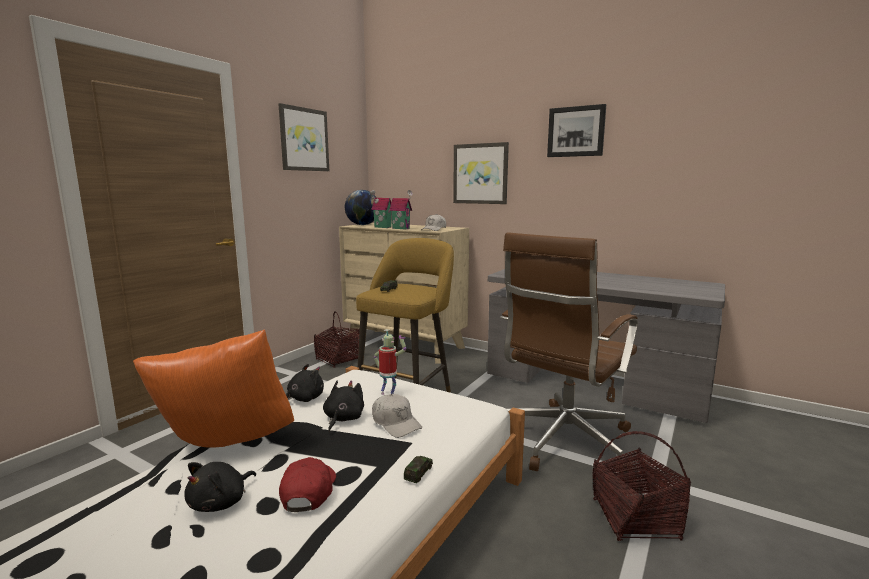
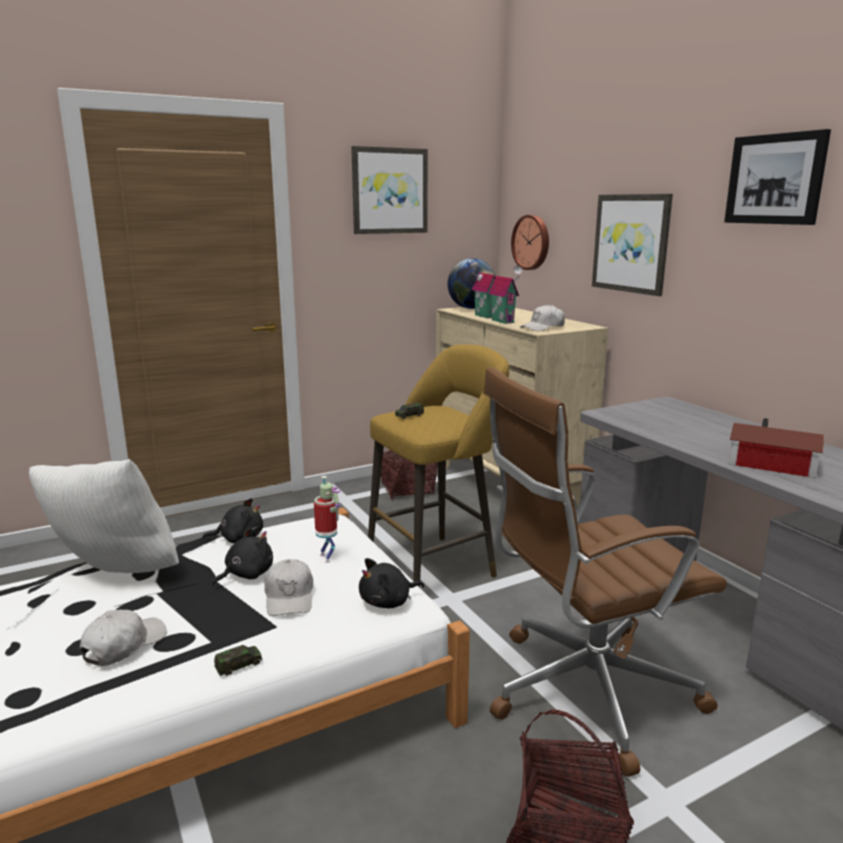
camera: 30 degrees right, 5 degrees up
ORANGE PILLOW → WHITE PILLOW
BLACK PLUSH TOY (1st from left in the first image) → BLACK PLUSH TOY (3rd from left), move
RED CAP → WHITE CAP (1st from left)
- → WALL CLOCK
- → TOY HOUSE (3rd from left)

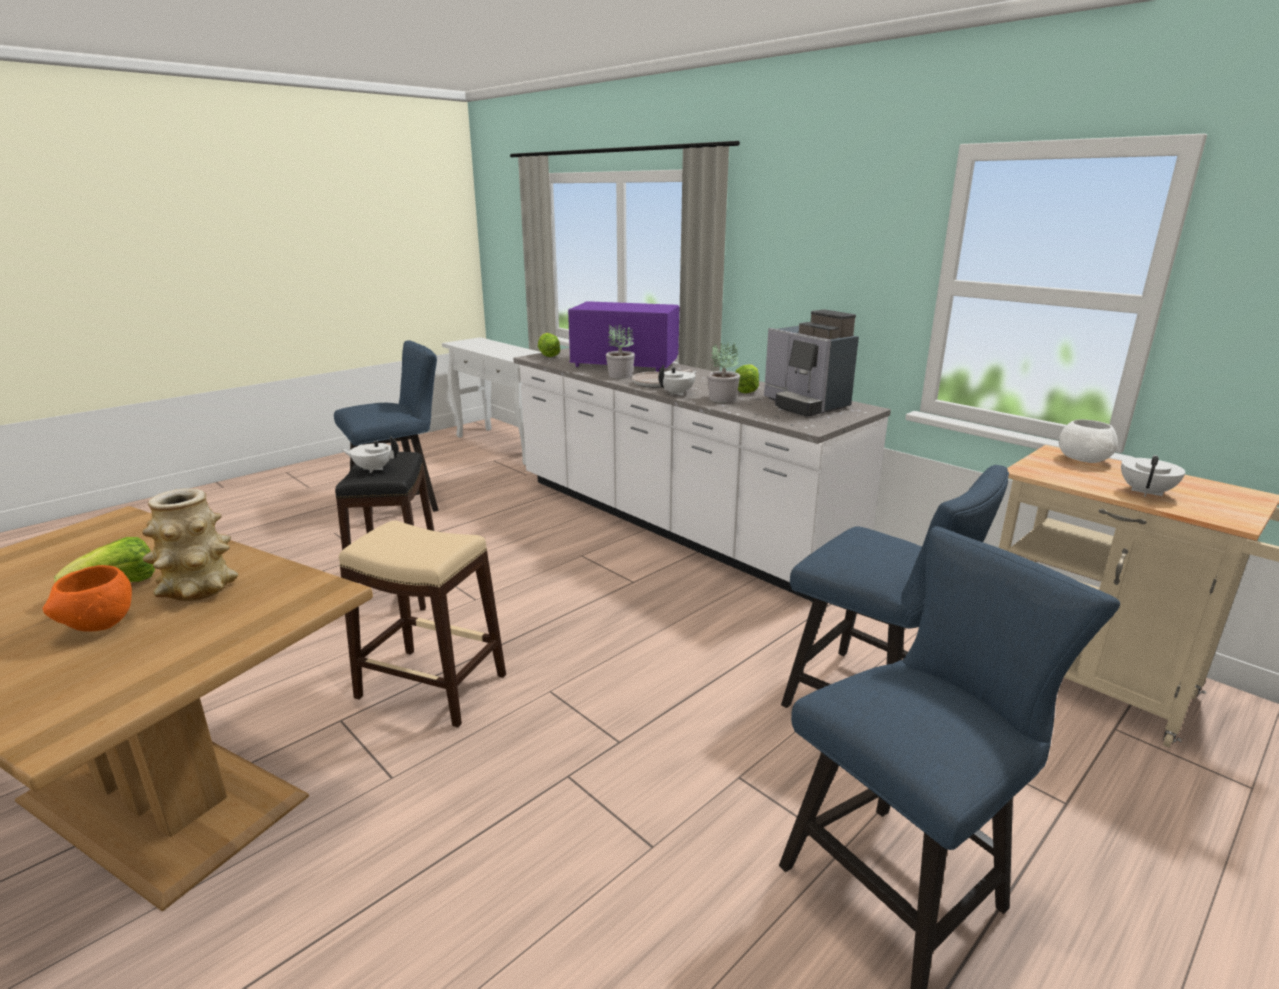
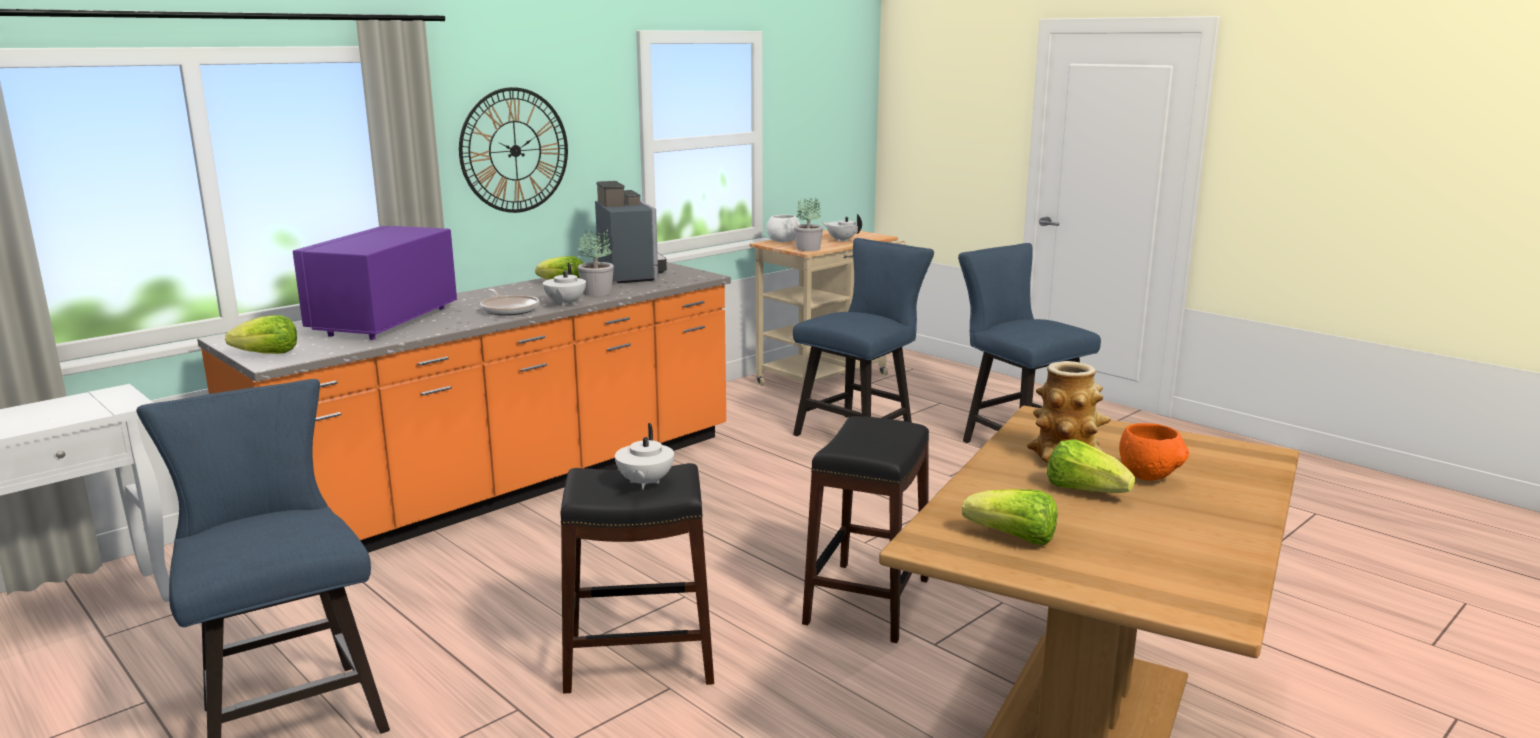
camera: 90 degrees left, 5 degrees down
BEIGE STOOL → BLACK STOOL (2nd from left)
WHITE COUNTER → ORANGE COUNTER
POTTED PLANT (1st from left in the first image) → POTTED PLANT (2nd from left), move
WHITE TEAPOT (2nd from left in the first image) → WHITE TEAPOT (1st from left), 135 degrees counterclockwise
COFFEE MACHINE, 75 degrees counterclockwise
- → WALL CLOCK
- → LETTUCE (3rd from left)

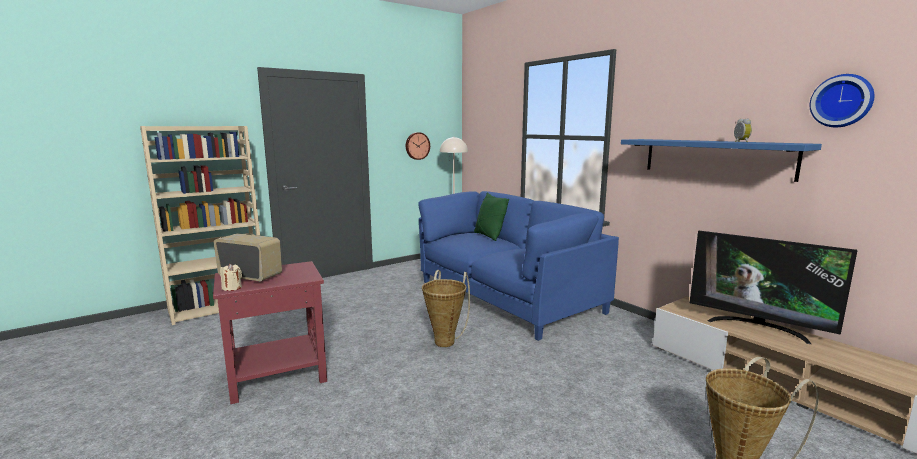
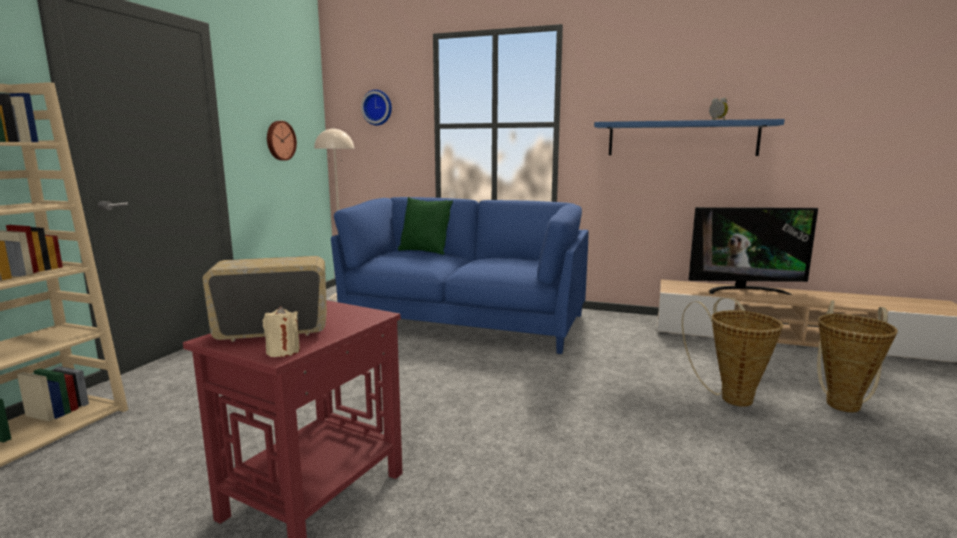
camera: 35 degrees left, 0 degrees up
BASKET (1st from left), move
WALL CLOCK (2nd from left), move

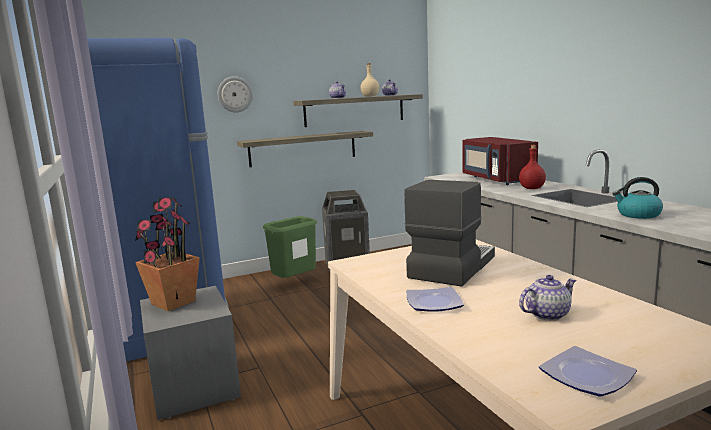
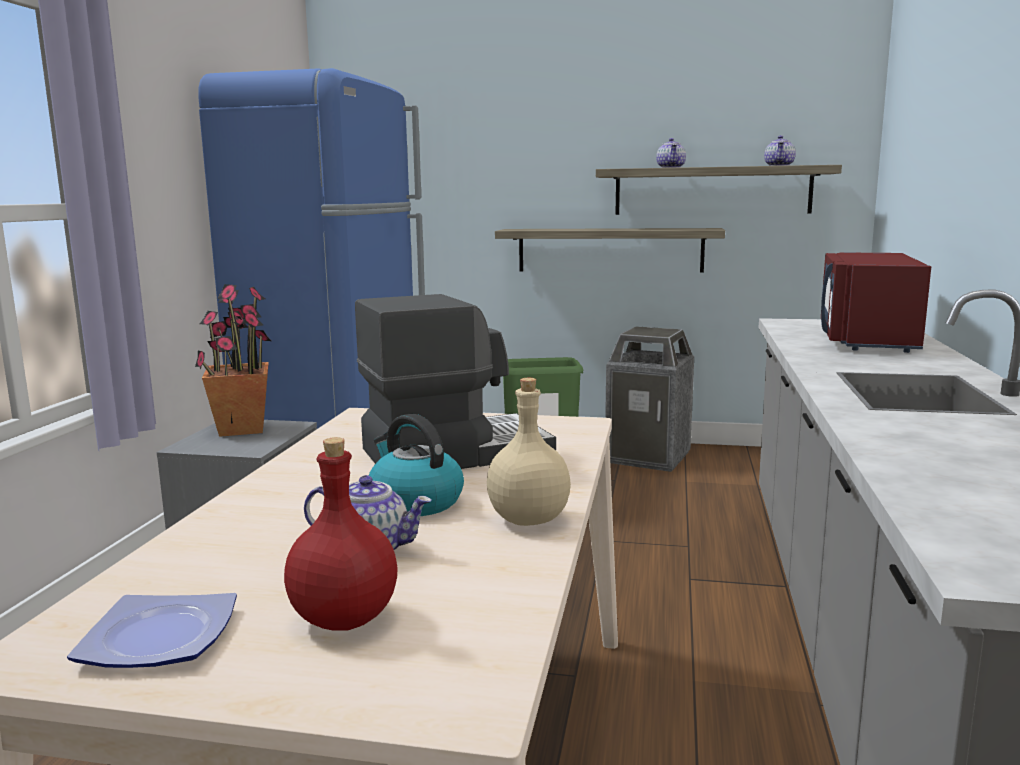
camera: 35 degrees right, 0 degrees up
WALL CLOCK → -
BEIGE BOTTLE, move
PLATE (1st from left) → -
RED BOTTLE, move
KETTLE, move

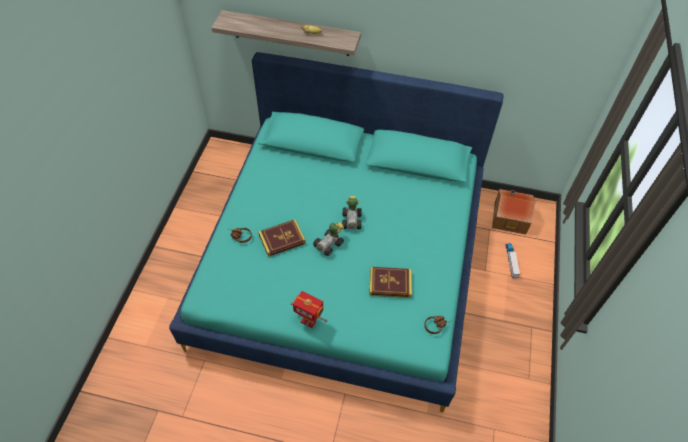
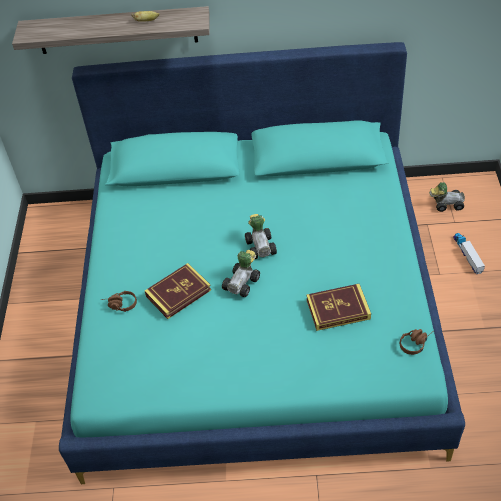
camera: 10 degrees left, 5 degrees down
TOY ROBOT → -
TOY HOUSE → TOY CAR (3rd from left)

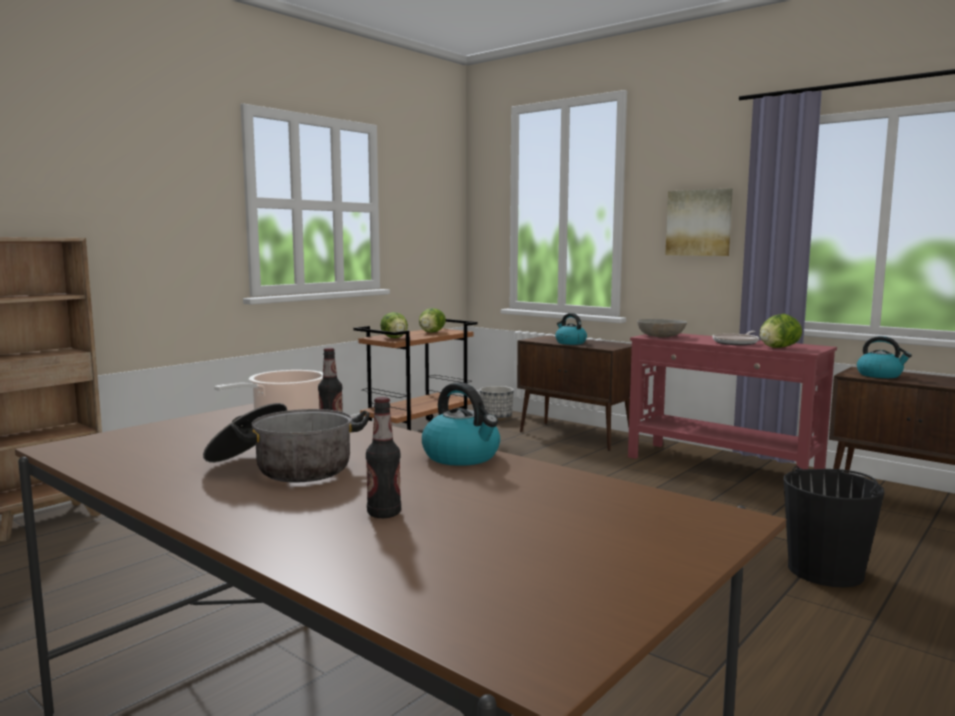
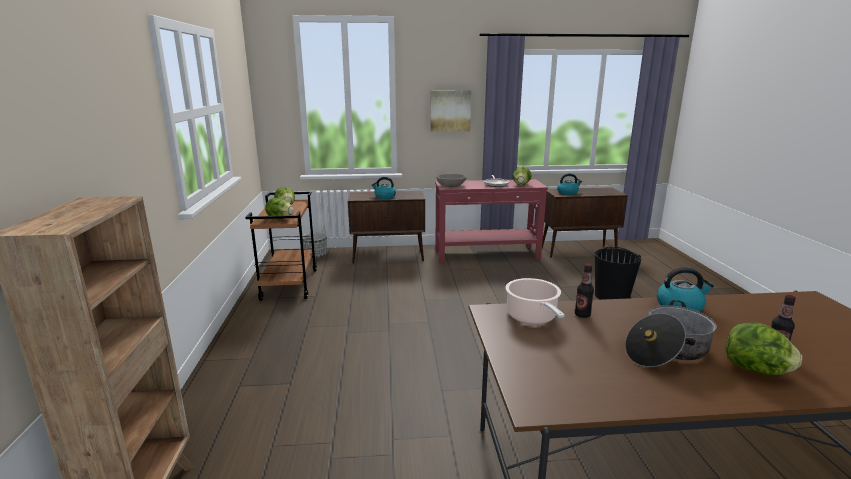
camera: 45 degrees left, 10 degrees up
- → LETTUCE (4th from left)

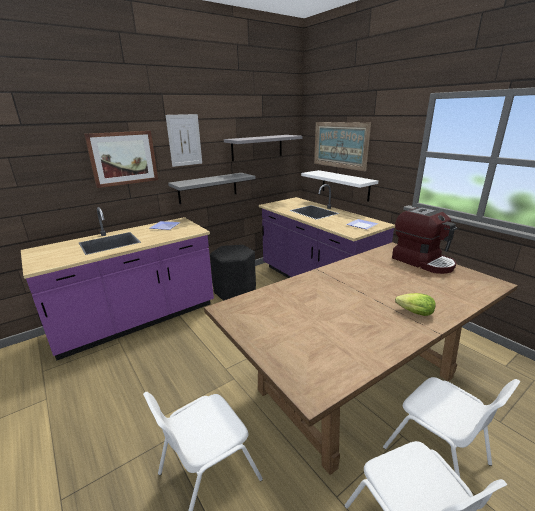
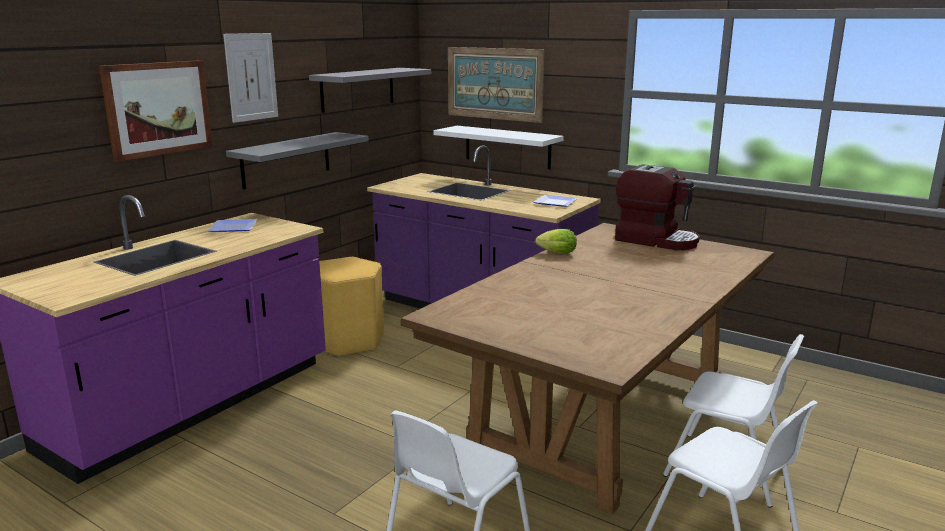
camera: 20 degrees left, 5 degrees down
BLACK STOOL → YELLOW STOOL
LETTUCE, move

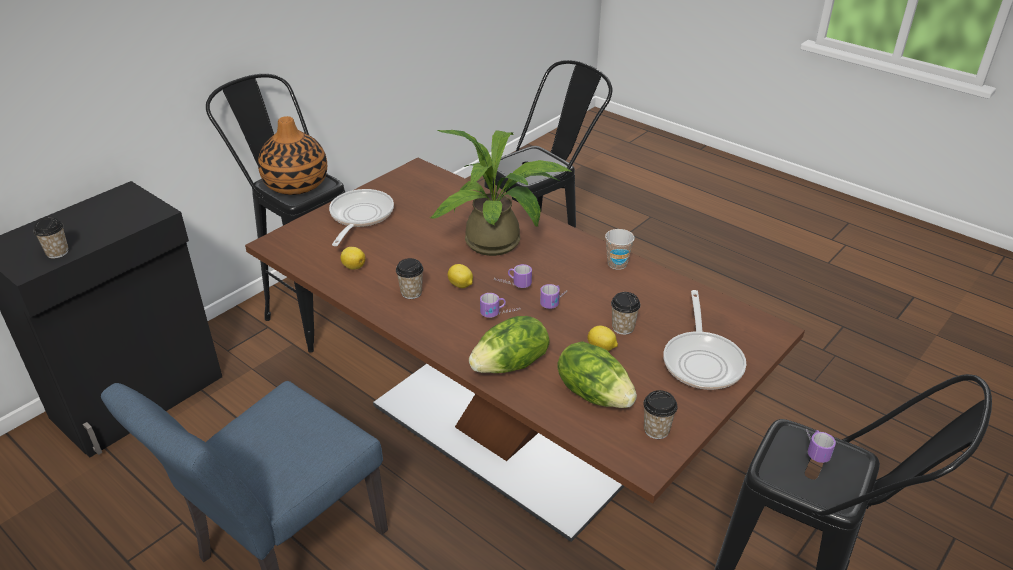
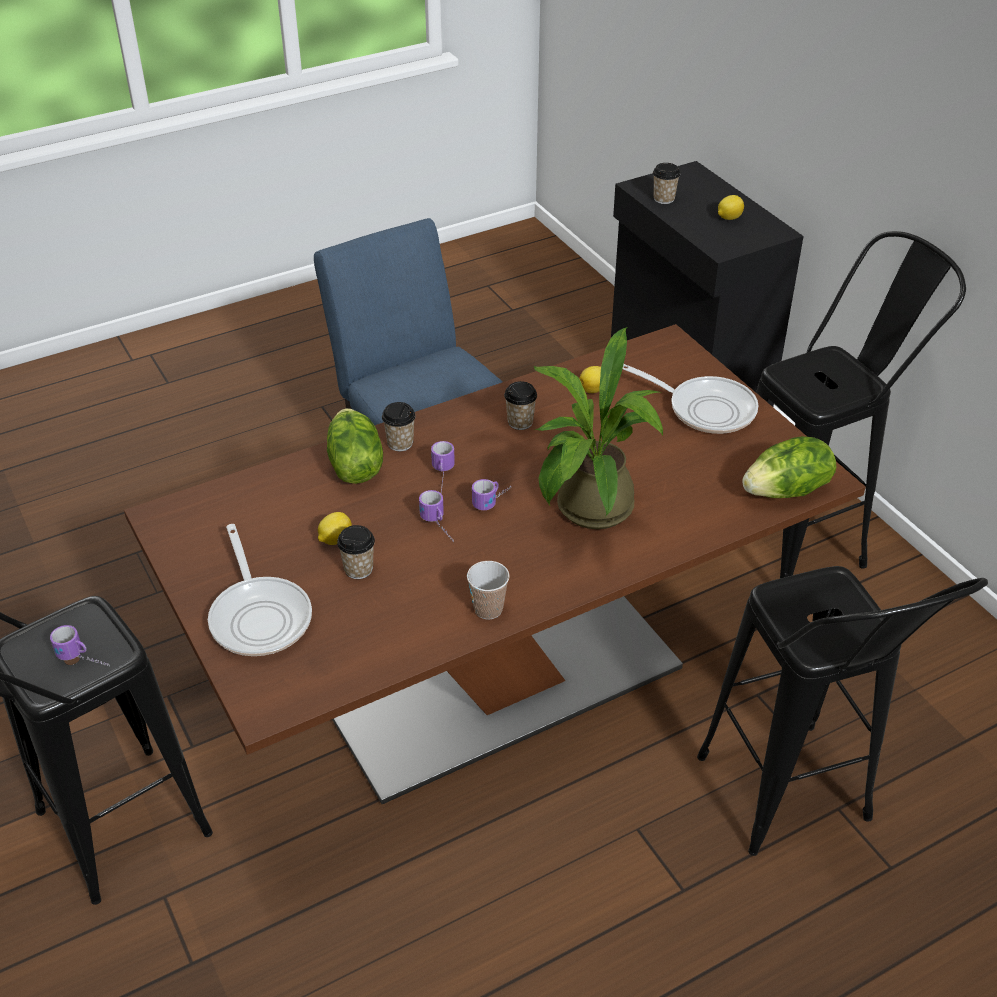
camera: 110 degrees right, 5 degrees up
VASE → -
LEMON (2nd from left in the first image) → LEMON (3rd from left), move
LETTUCE (2nd from left), move
CUP (5th from left in the first image) → CUP (2nd from left), move
FRYING PAN (2nd from left in the first image) → FRYING PAN (1st from left), 135 degrees counterclockwise

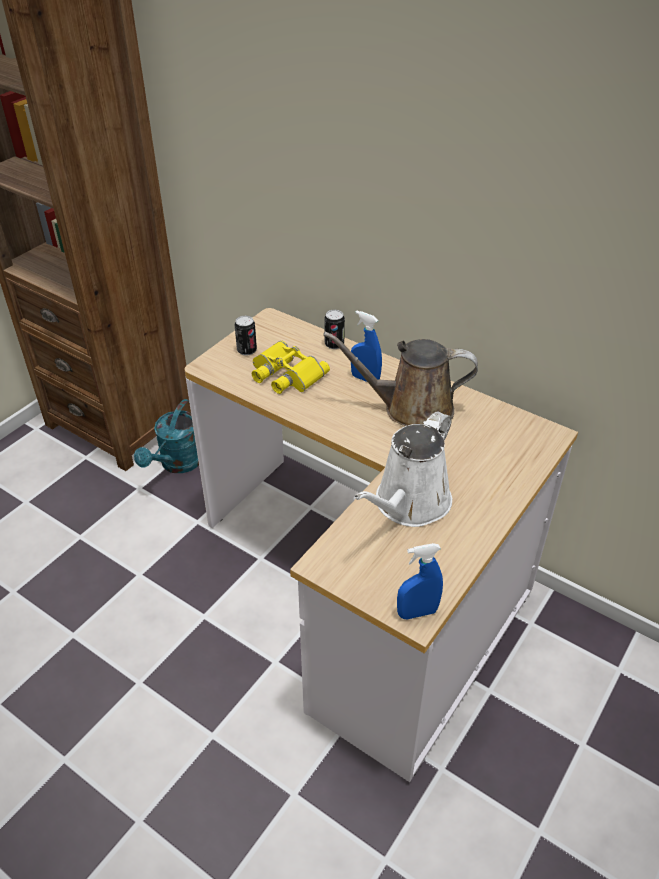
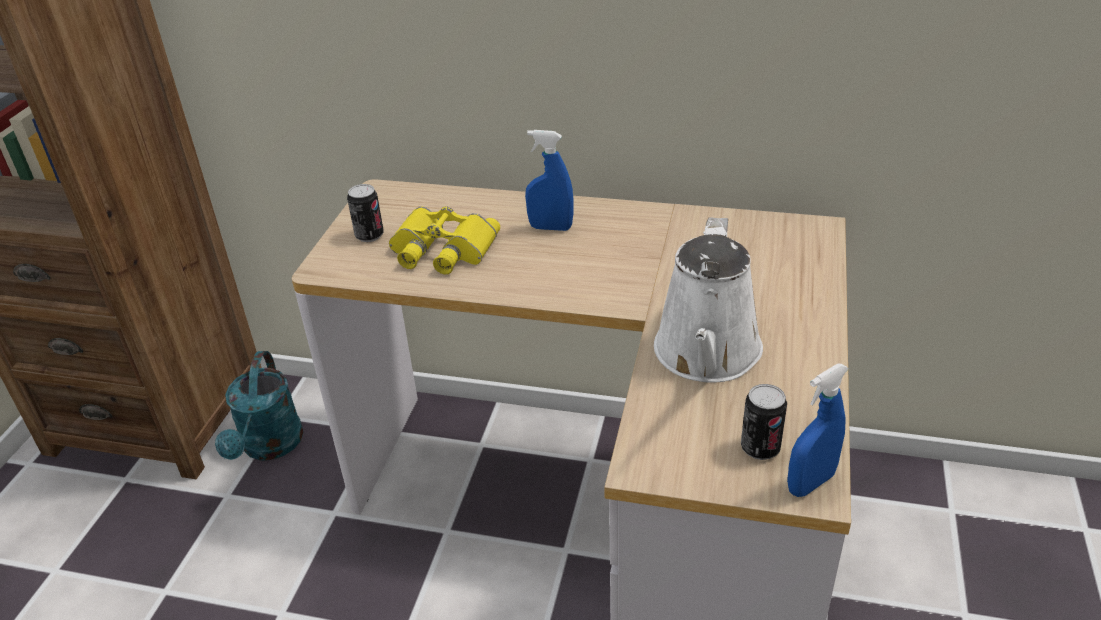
camera: 20 degrees left, 5 degrees down
BROWN WATERING CAN → -
CAN (2nd from left), move

